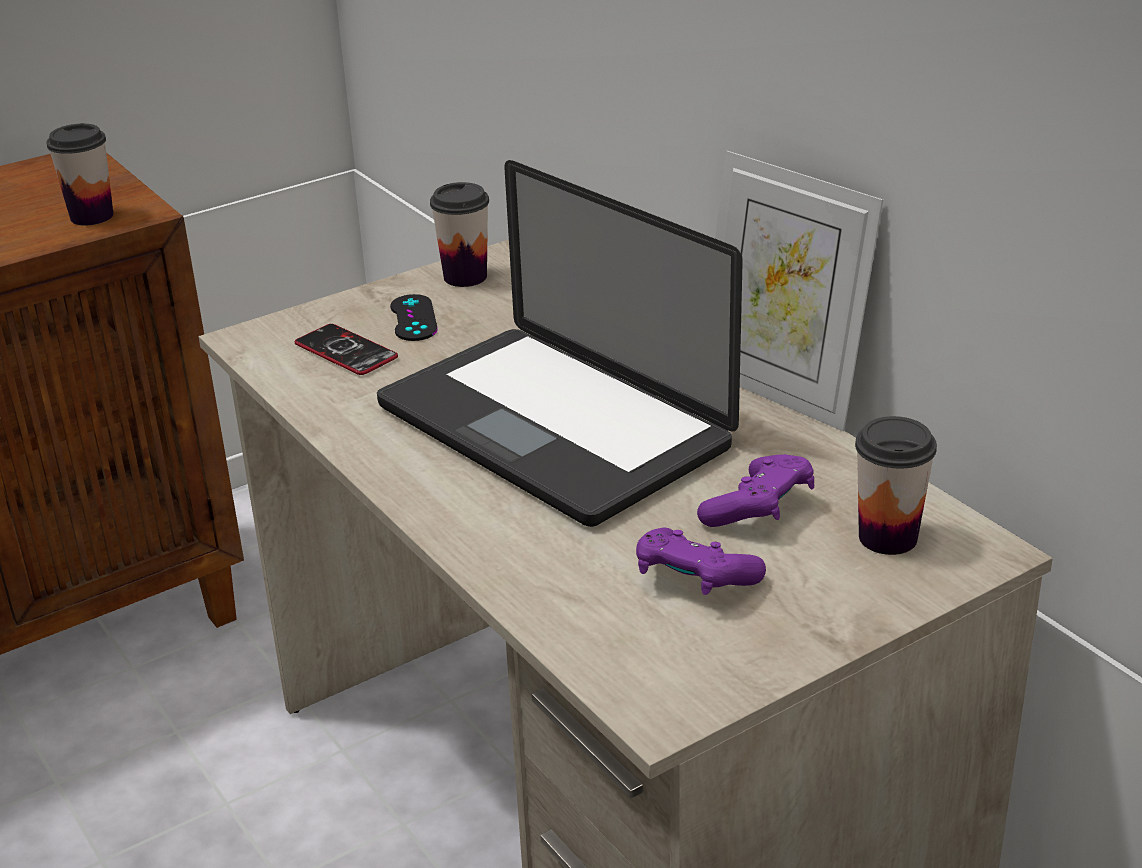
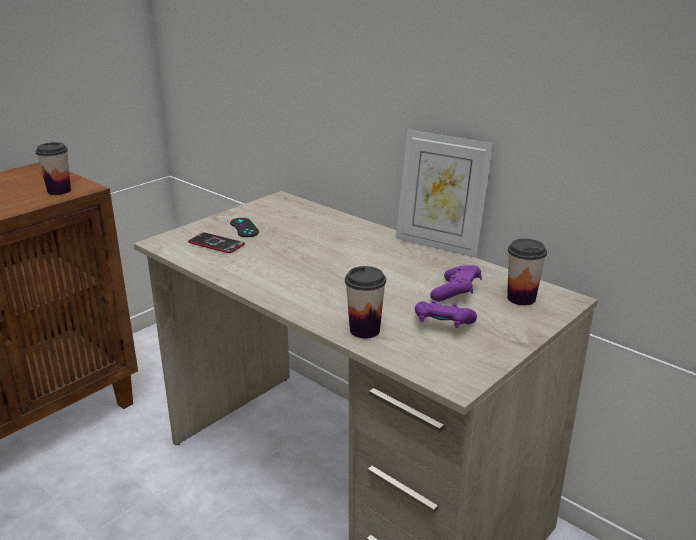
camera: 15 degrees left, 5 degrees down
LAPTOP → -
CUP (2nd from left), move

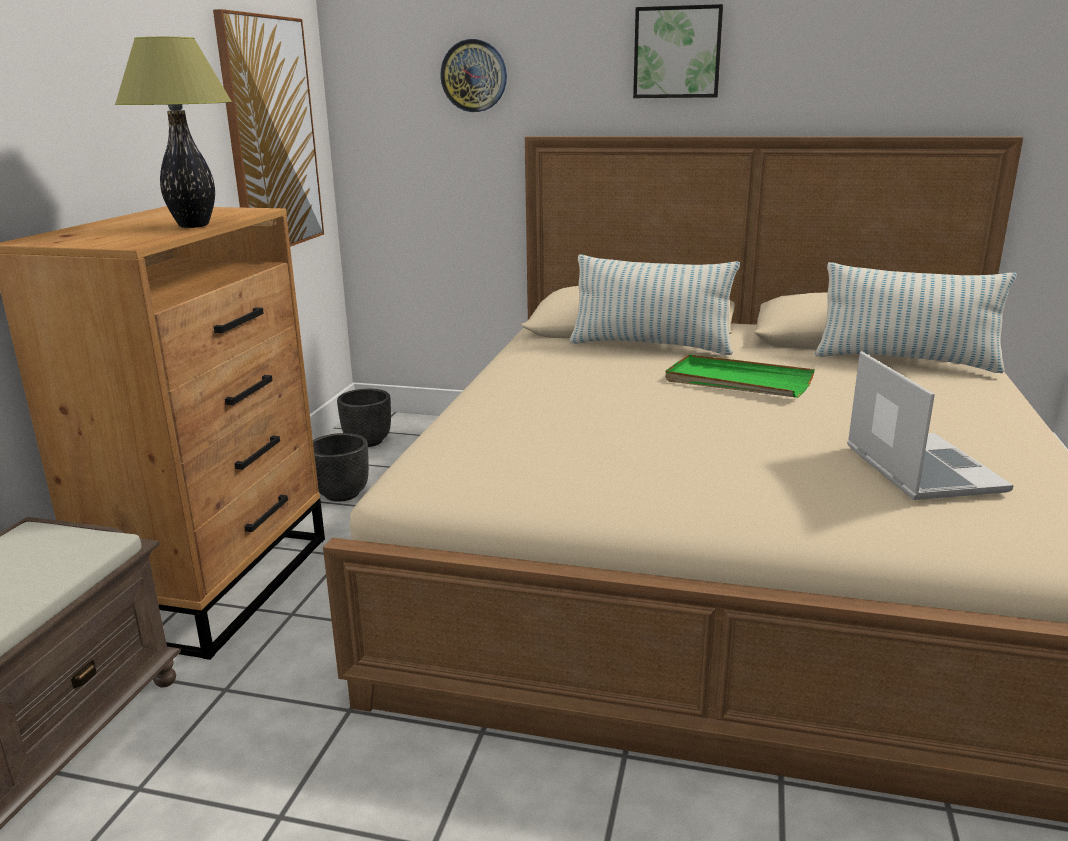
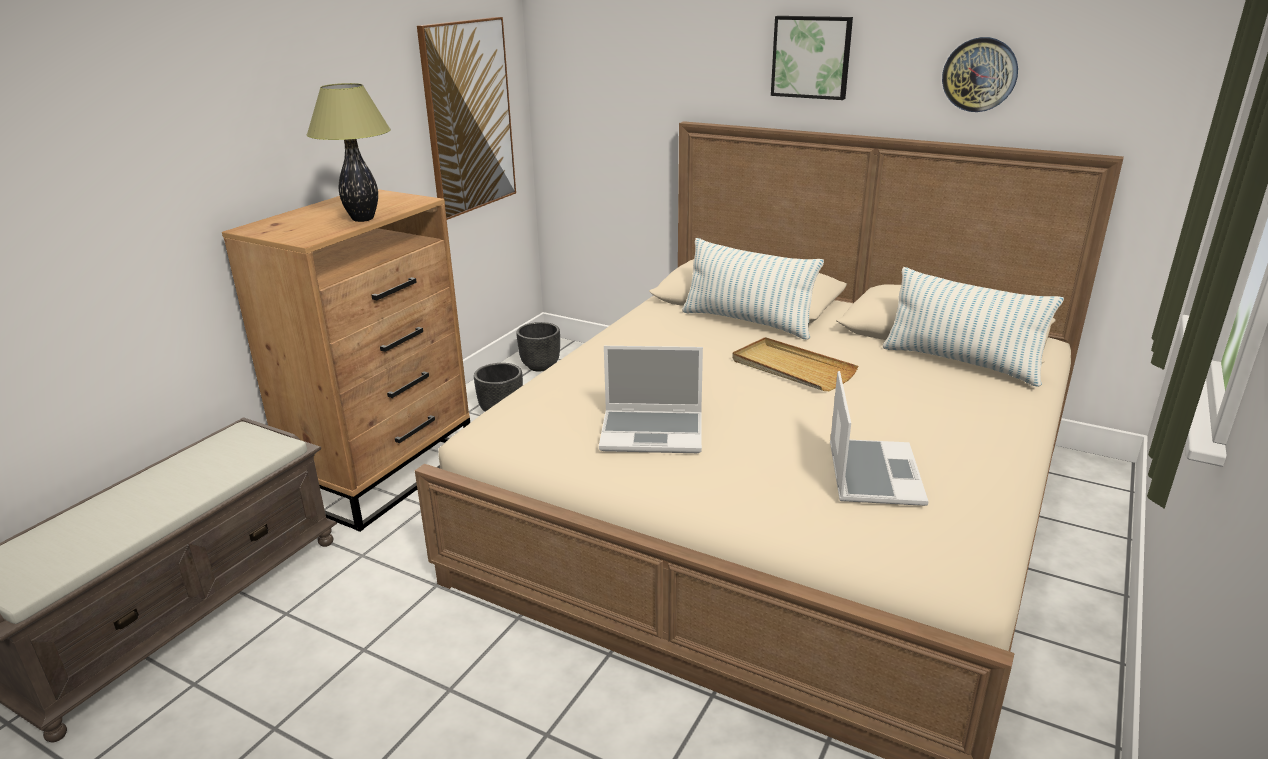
camera: 15 degrees right, 5 degrees up
WALL CLOCK, move
GREEN TRAY → BEIGE TRAY
- → LAPTOP (1st from left)

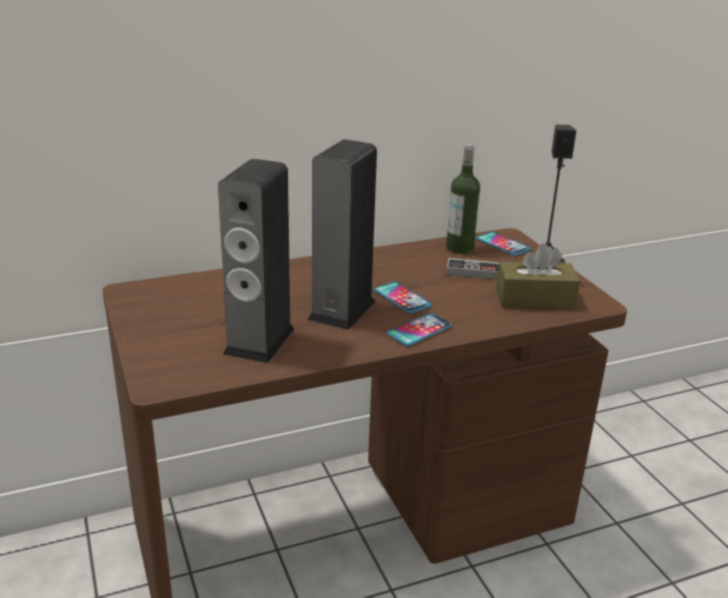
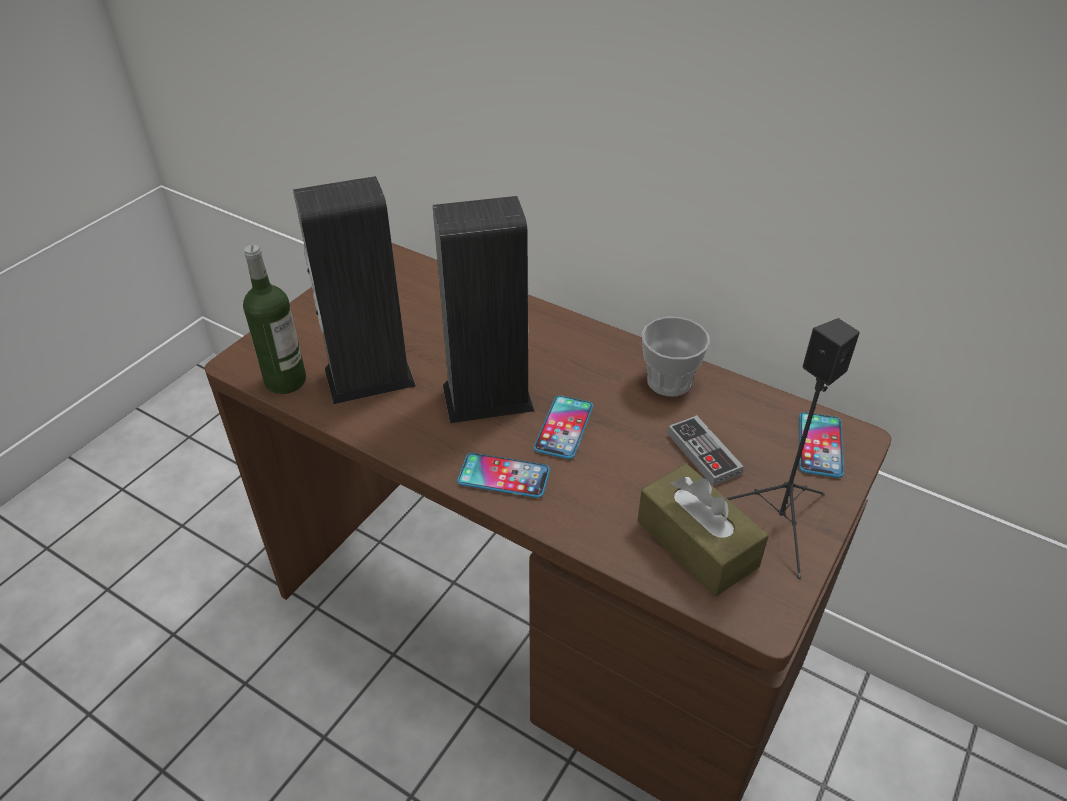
camera: 55 degrees right, 15 degrees up
BOTTLE, move
- → CUP

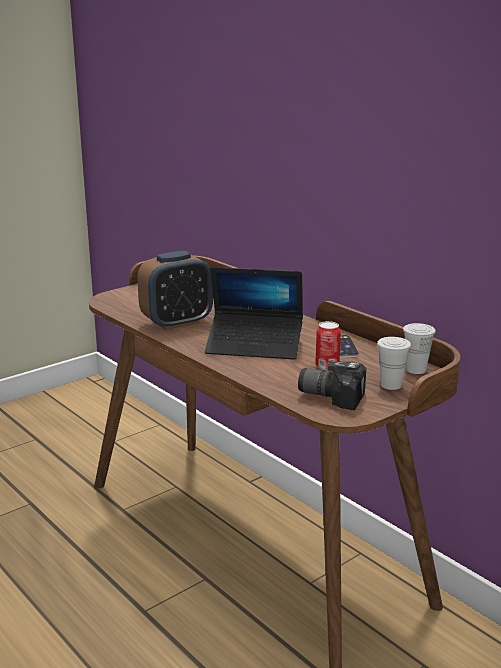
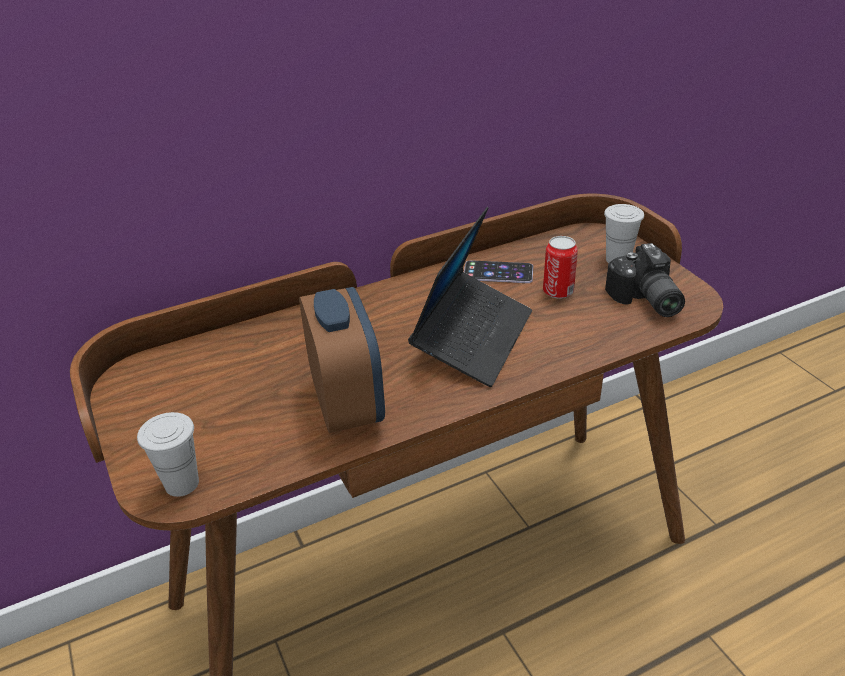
camera: 75 degrees left, 15 degrees up
PHOTO CAMERA, 45 degrees counterclockwise
WHITE CUP (2nd from left in the first image) → WHITE CUP (1st from left), move

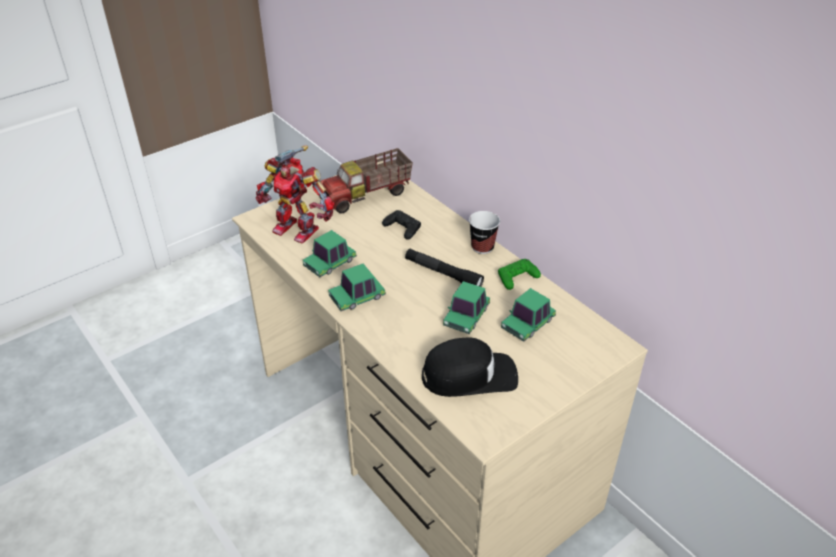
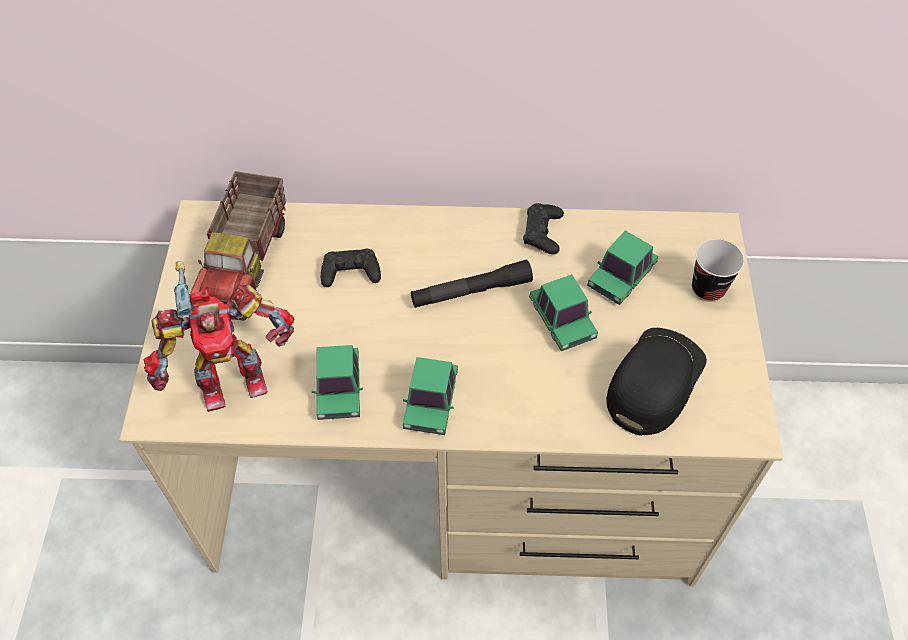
camera: 50 degrees left, 15 degrees up
CUP, move
GREEN GAME CONTROLLER → BLACK GAME CONTROLLER (2nd from left)
TOY CAR (4th from left), 45 degrees clockwise

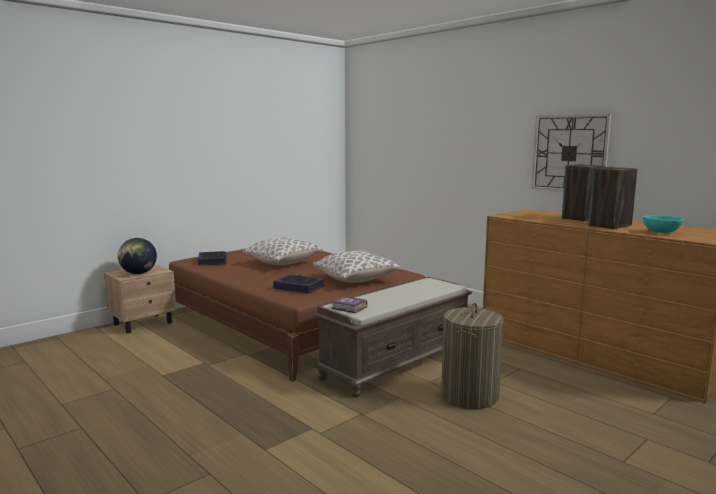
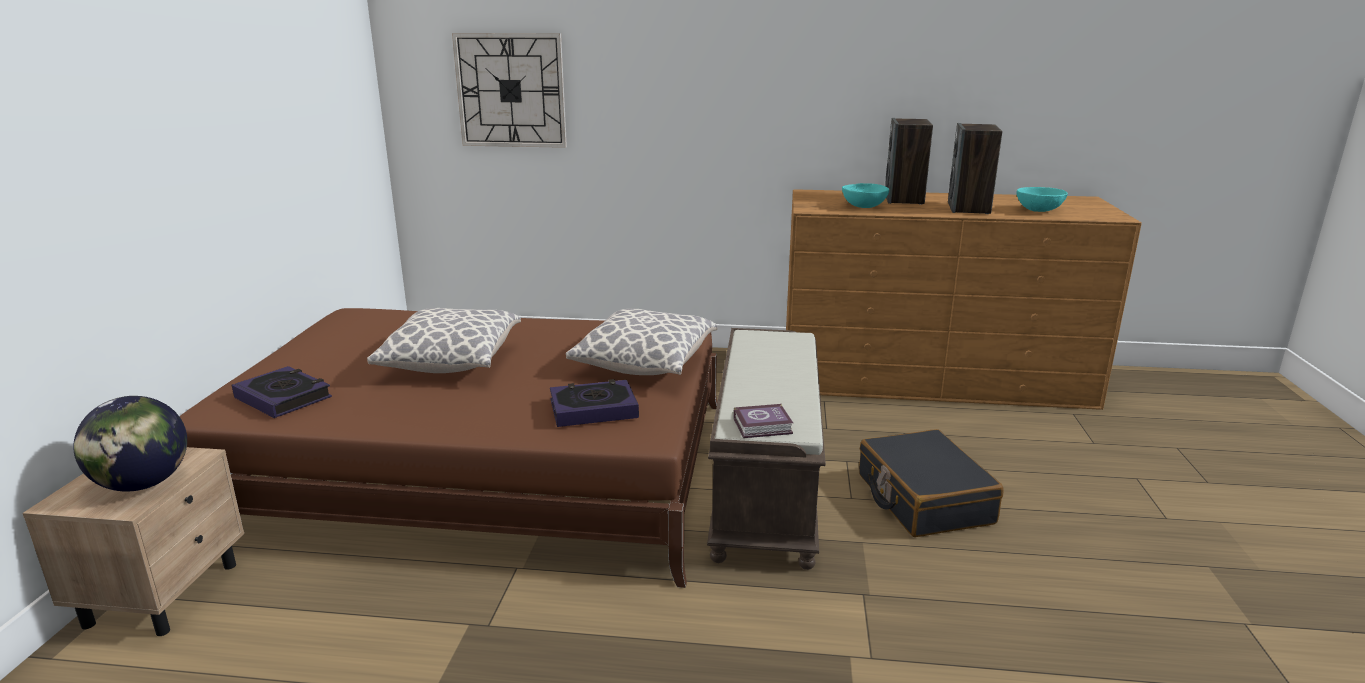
camera: 40 degrees left, 10 degrees up
LAUNDRY BASKET → BLACK SUITCASE
WALL CLOCK, move
- → TURQUOISE BOWL (1st from left)

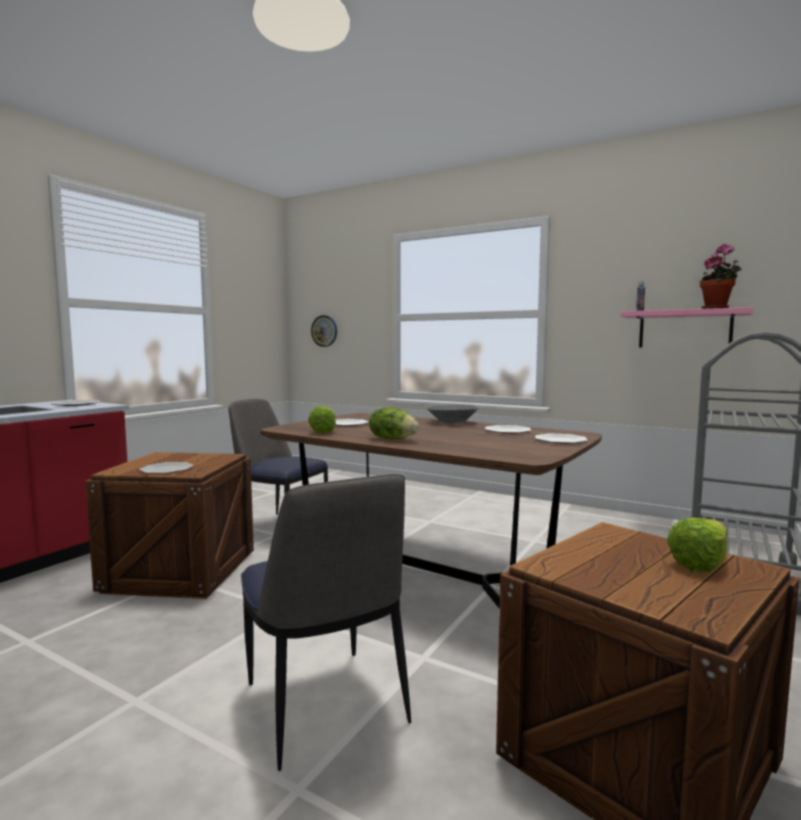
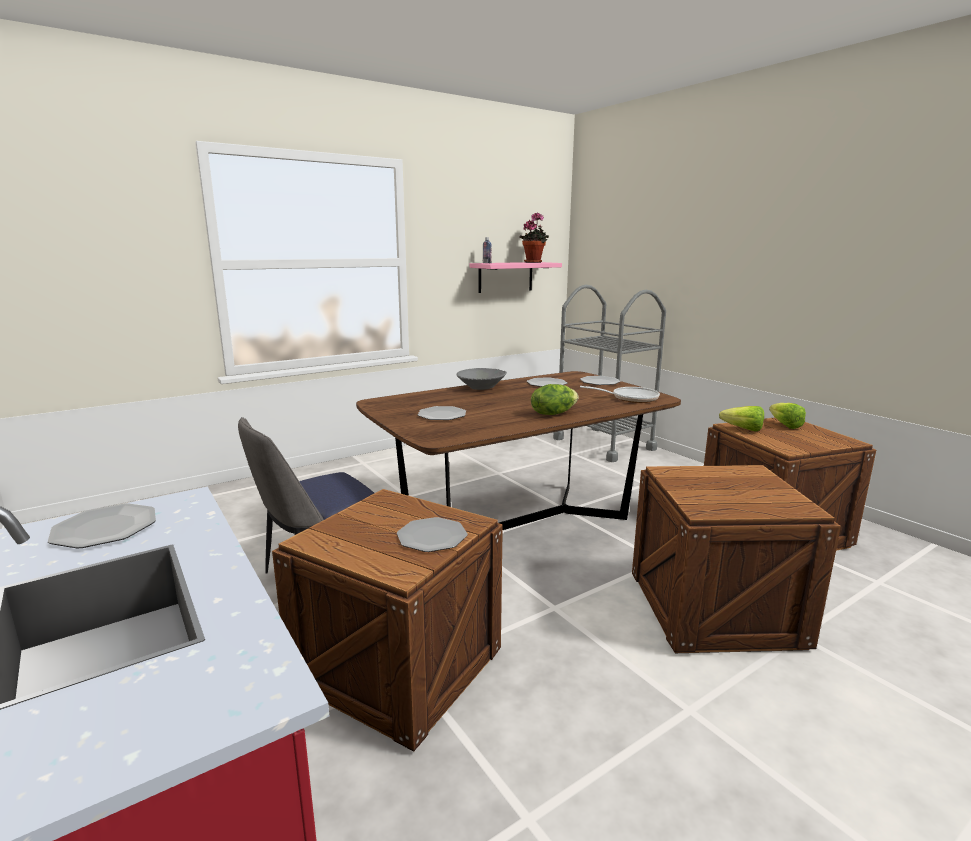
camera: 65 degrees left, 10 degrees up
CHAIR (2nd from left) → CRATE (2nd from left)
LETTUCE (1st from left in the first image) → LETTUCE (2nd from left), move
WALL CLOCK → -
- → FRYING PAN

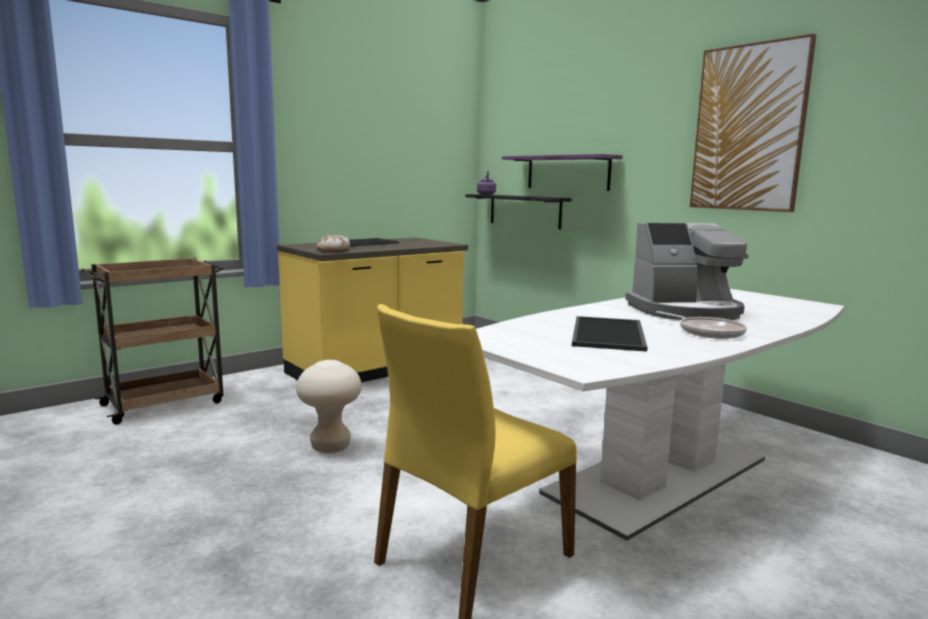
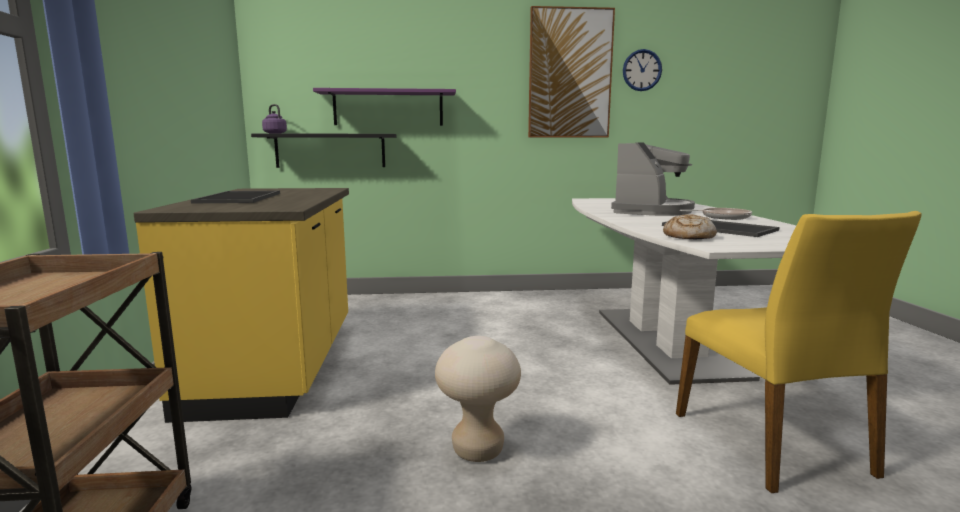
camera: 55 degrees left, 0 degrees up
BREAD, move
- → WALL CLOCK

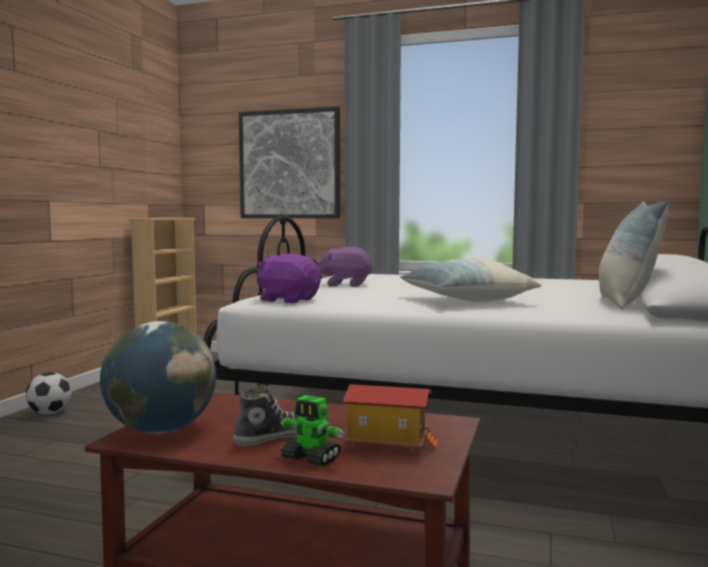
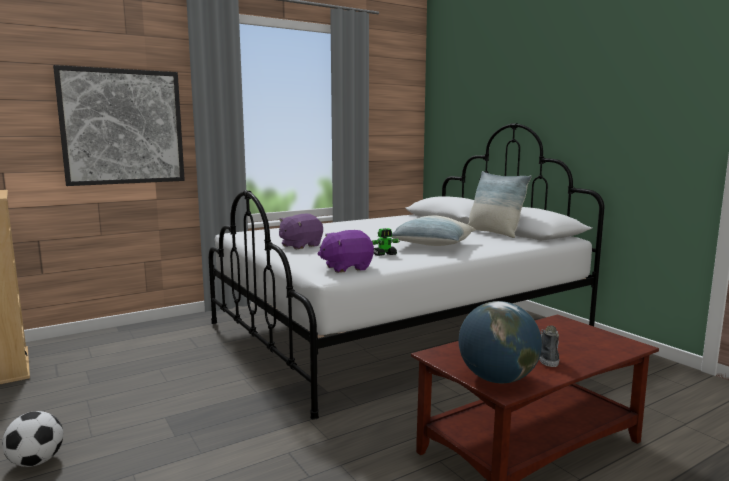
camera: 50 degrees left, 5 degrees up
TOY ROBOT, move
TOY HOUSE → -

